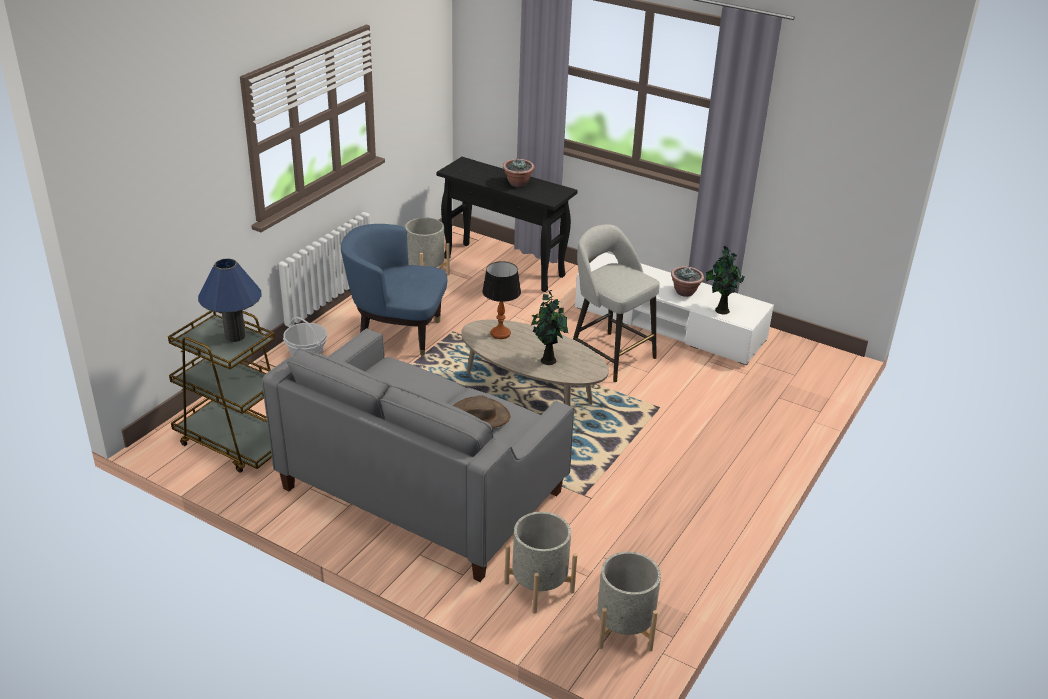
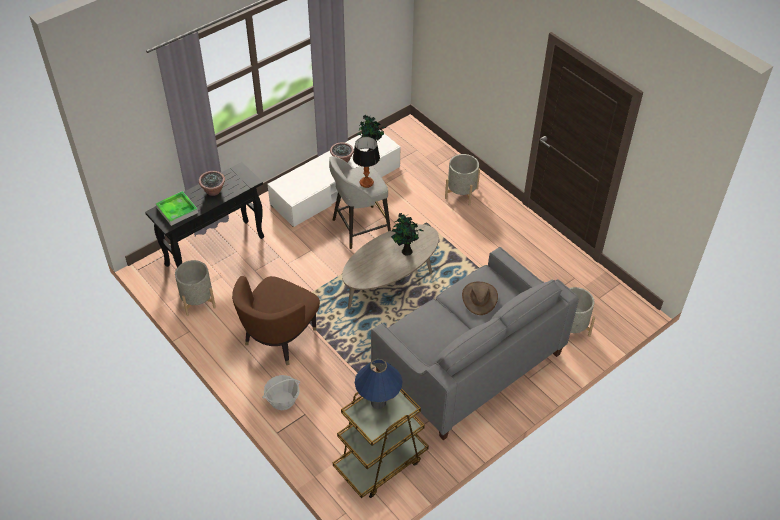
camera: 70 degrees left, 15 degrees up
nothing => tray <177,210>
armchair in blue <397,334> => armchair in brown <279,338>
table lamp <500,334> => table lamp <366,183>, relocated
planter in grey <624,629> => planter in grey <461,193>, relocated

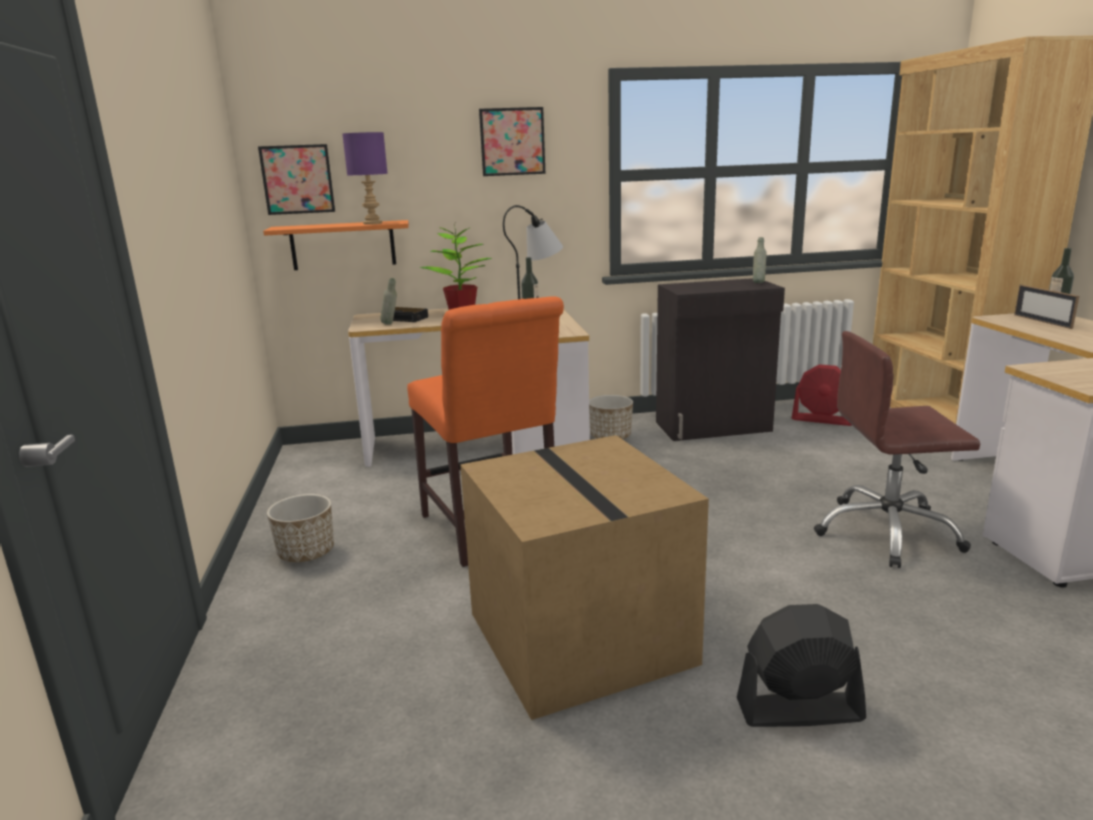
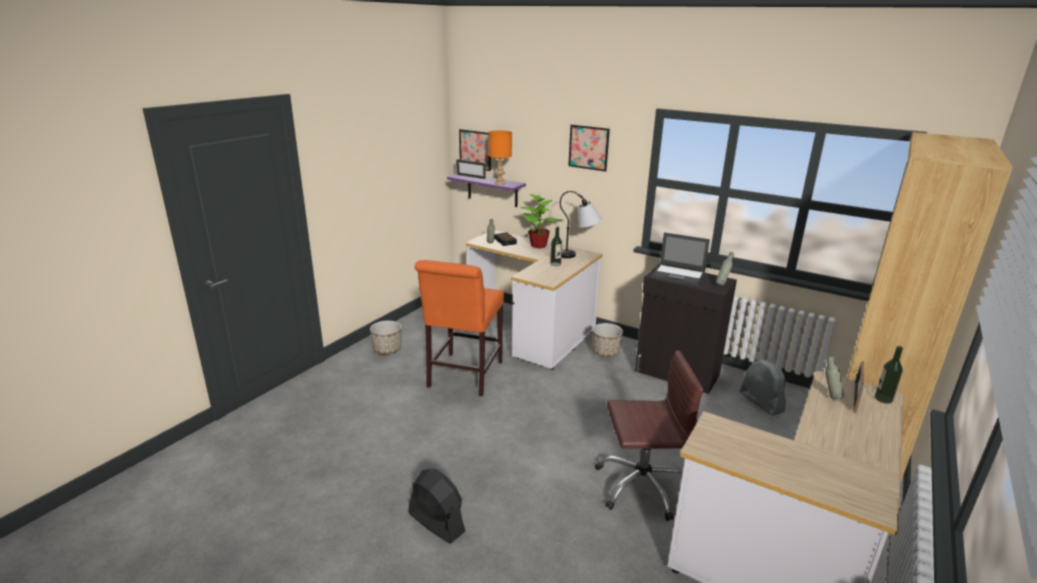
camera: 40 degrees right, 5 degrees up
shelf in orange <343,245> => shelf in purple <492,190>
nothing => picture frame <471,176>
table lamp in purple <373,223> => table lamp in orange <500,183>
office chair in brown <887,532> => office chair in brown <641,485>, 135 degrees clockwise
nothing => laptop <679,275>
fan in red <822,420> => fan in grey <761,402>
nothing => bottle in grey <829,397>
cardboard box <576,637> => nothing

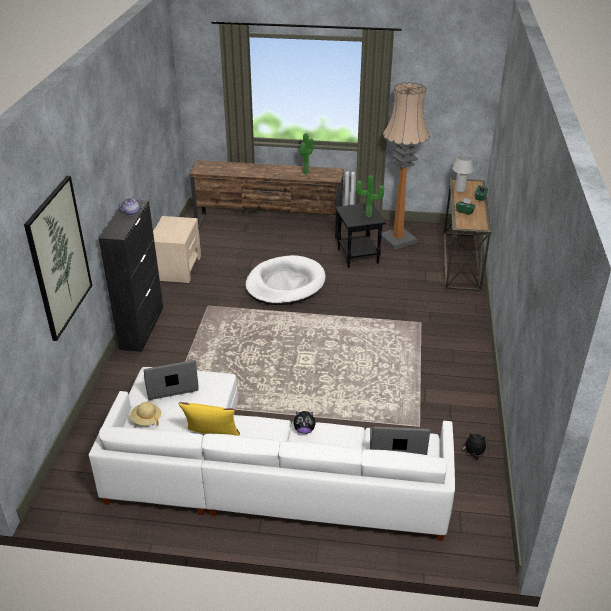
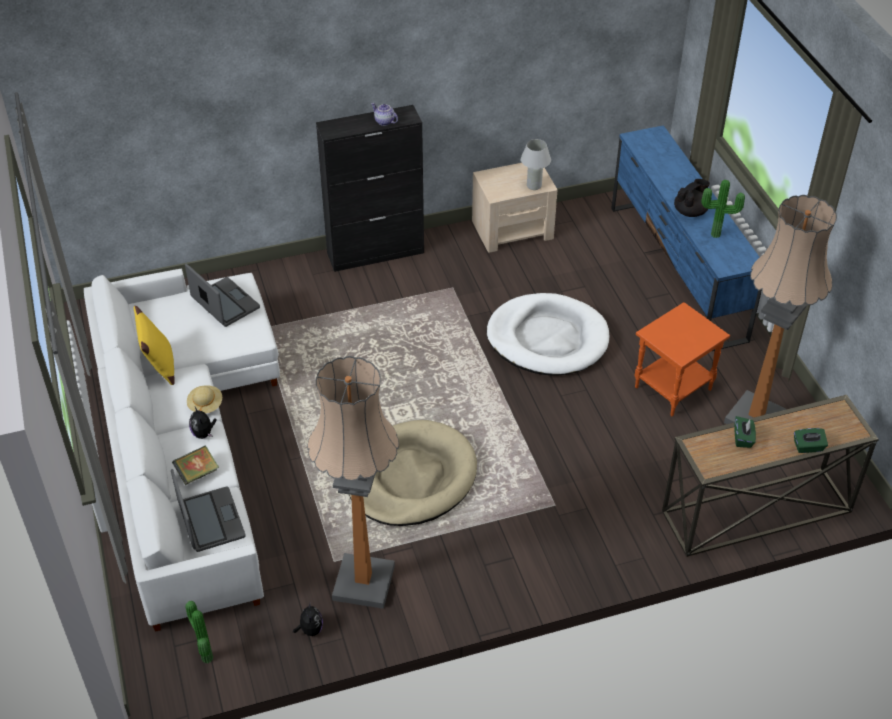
camera: 65 degrees right, 10 degrees up
nothing => book <197,473>
potted plant <368,216> => potted plant <205,659>, relocated
hat in beige <146,419> => hat in beige <205,405>, relocated
nothing => floor lamp <363,582>
nothing => dog bed in beige <411,478>
table lamp in white <460,190> => table lamp in white <534,186>, relocated
tv stand in brown <269,227> => tv stand in blue <676,272>
side table in black <358,256> => side table in orange <673,389>
nothing => teapot in black <690,212>
picture <59,258> => nothing

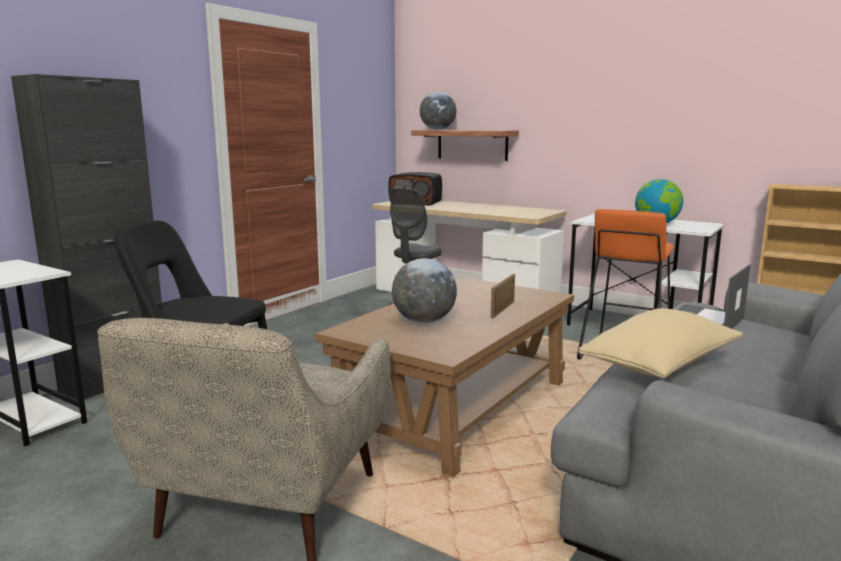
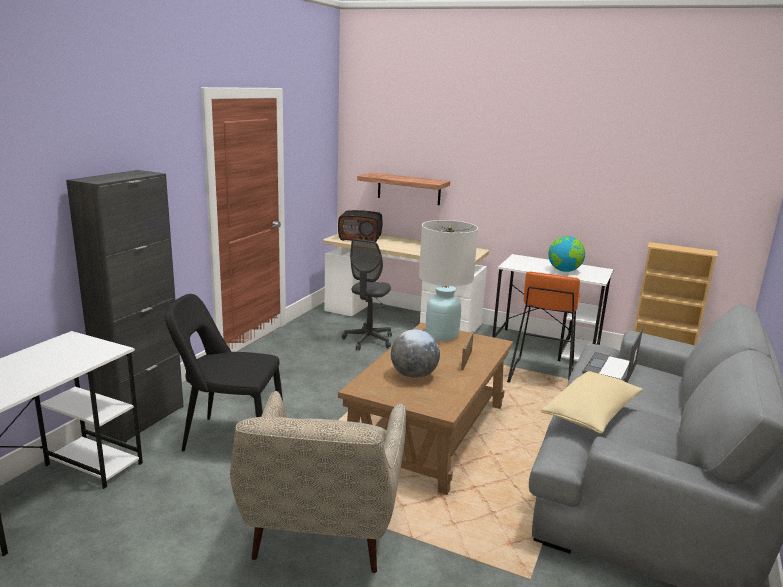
camera: 10 degrees left, 5 degrees up
nothing => table lamp in white <442,334>
globe <438,129> => nothing

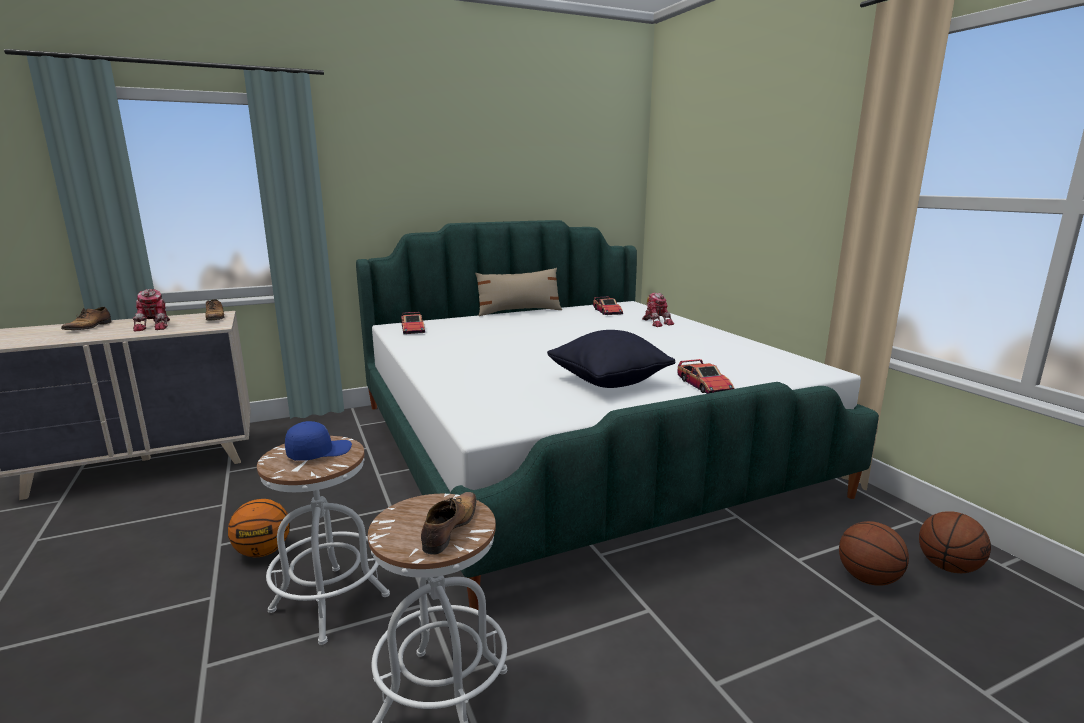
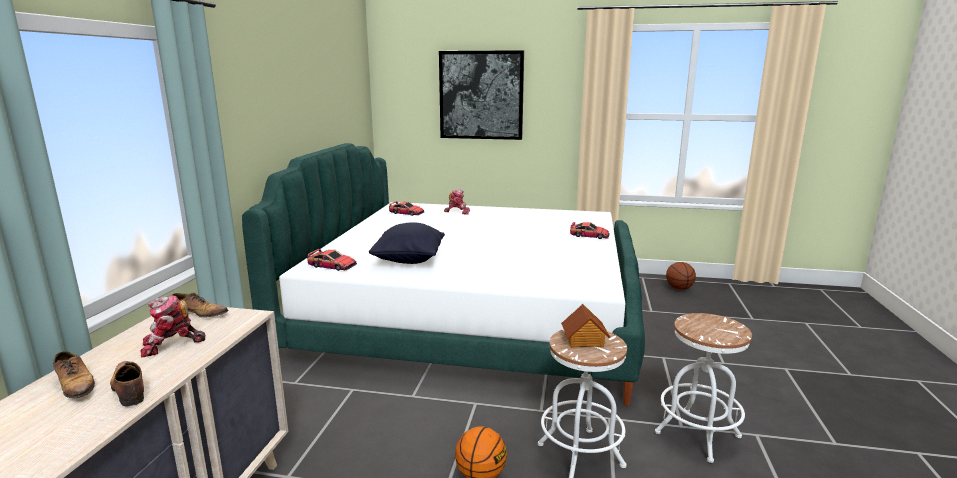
camera: 55 degrees left, 0 degrees up
shoe <449,529> => shoe <129,389>, relocated
toy robot <156,326> => toy robot <171,345>, 135 degrees clockwise
pillow in black <608,382> => pillow in black <409,260>, relocated
nothing => picture <481,95>
cap in blue <319,452> => toy house <584,340>
pillow in beige <519,311> => nothing
basketball <867,578> => nothing

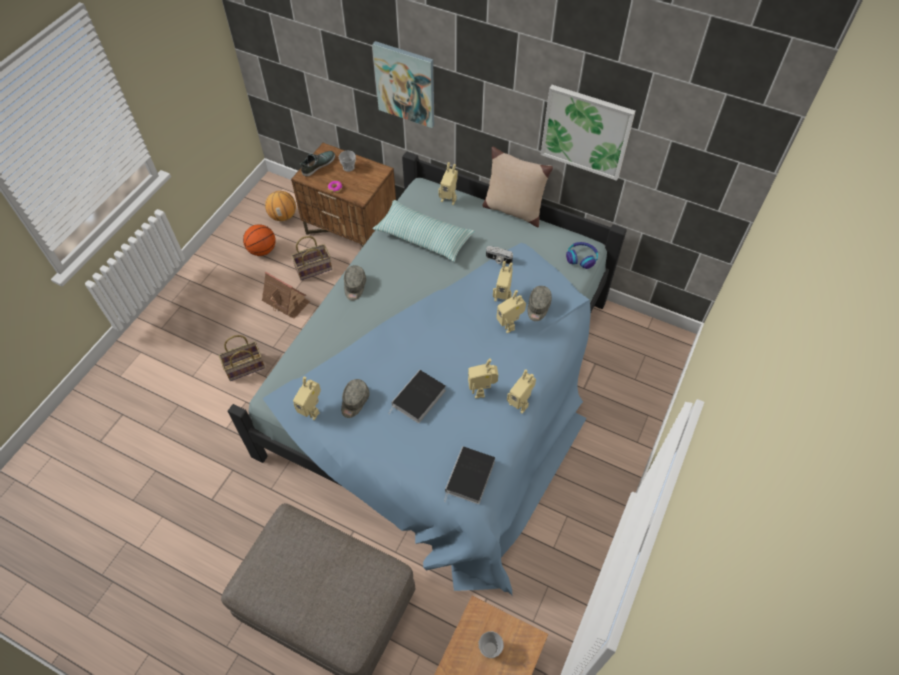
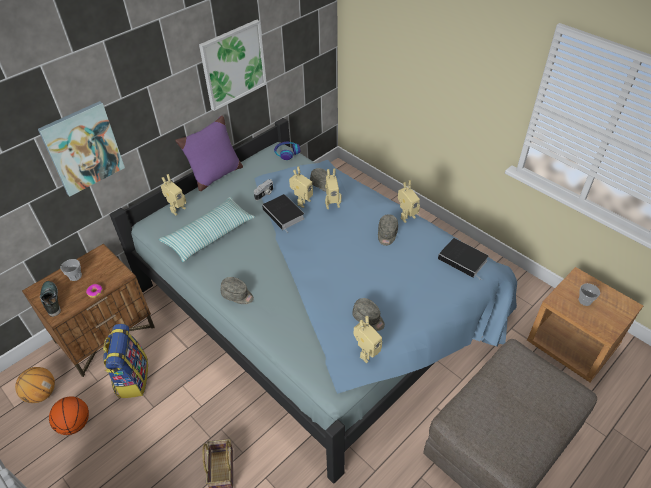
camera: 70 degrees left, 10 degrees down
basket <314,268> => backpack <132,378>
pillow in beige <513,210> => pillow in purple <215,176>
book <418,399> => book <284,214>, relocated
toy robot <482,390> => cap in grey <387,234>
toy house <286,301> => nothing

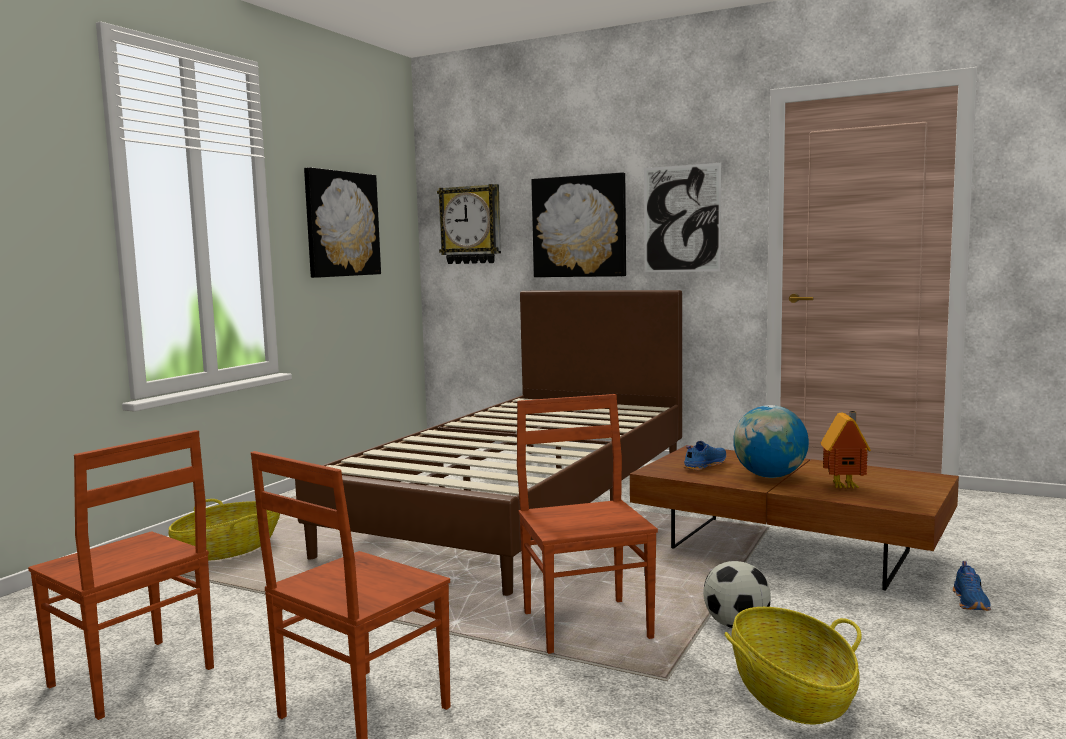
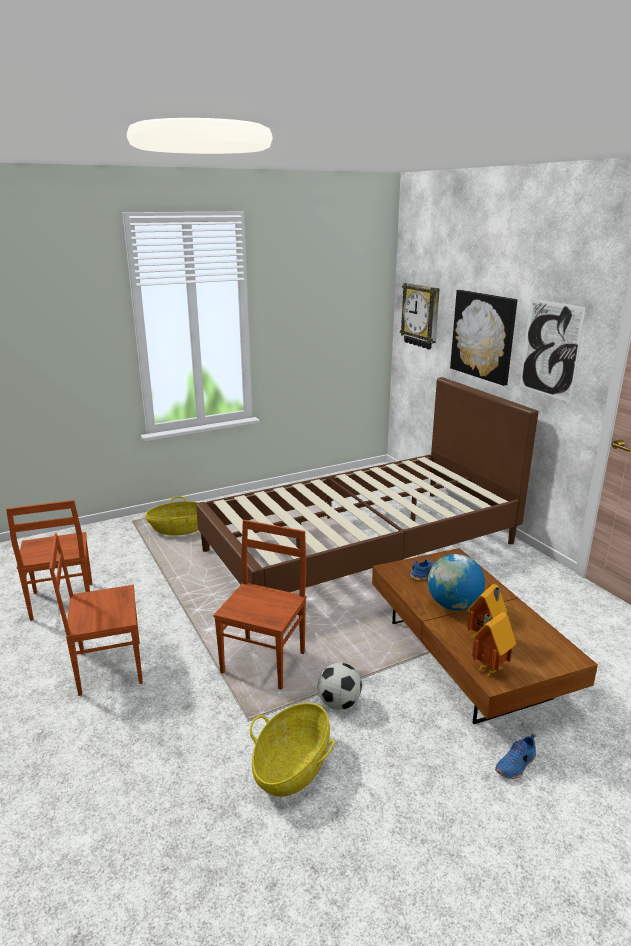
camera: 35 degrees right, 15 degrees up
nothing => toy house <487,669>
picture <341,224> => nothing

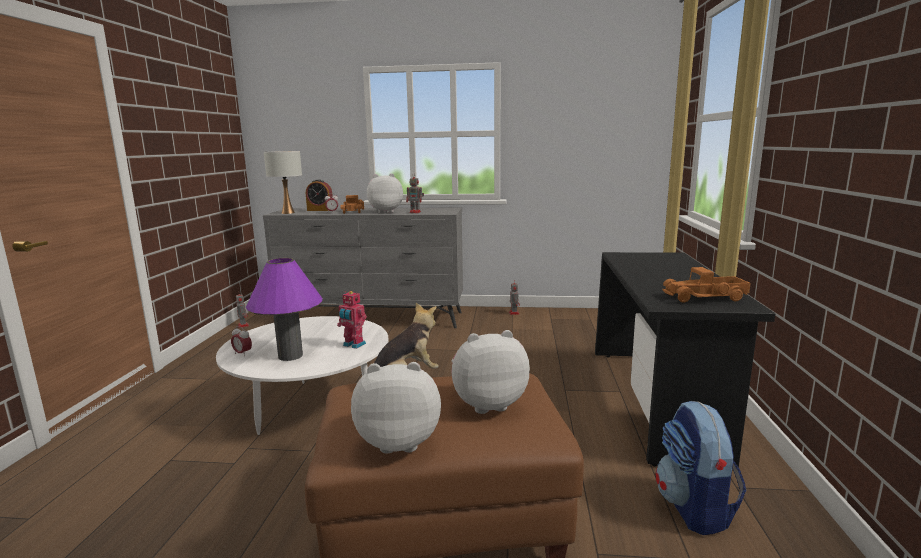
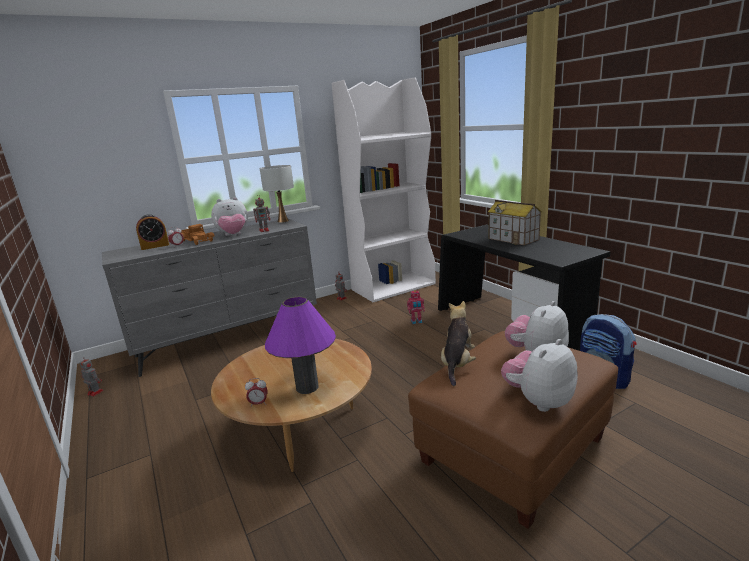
camera: 35 degrees left, 5 degrees up
plush toy <385,212> => plush toy <233,235>, 150 degrees counterclockwise
coffee table in white <312,407> => coffee table in brown <301,429>
table lamp in white <288,213> => table lamp in white <283,221>, relocated
nothing => bookcase in white <393,286>
toy robot <353,345> => toy robot <416,322>, relocated
nothing => toy house <513,239>
toy truck <705,297> => nothing

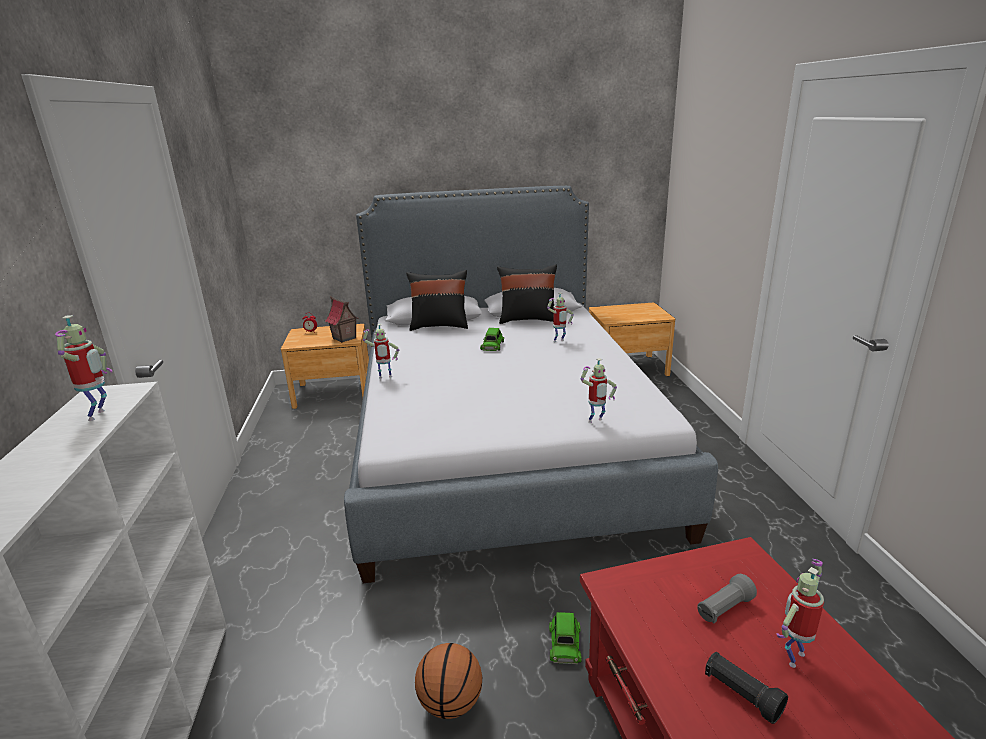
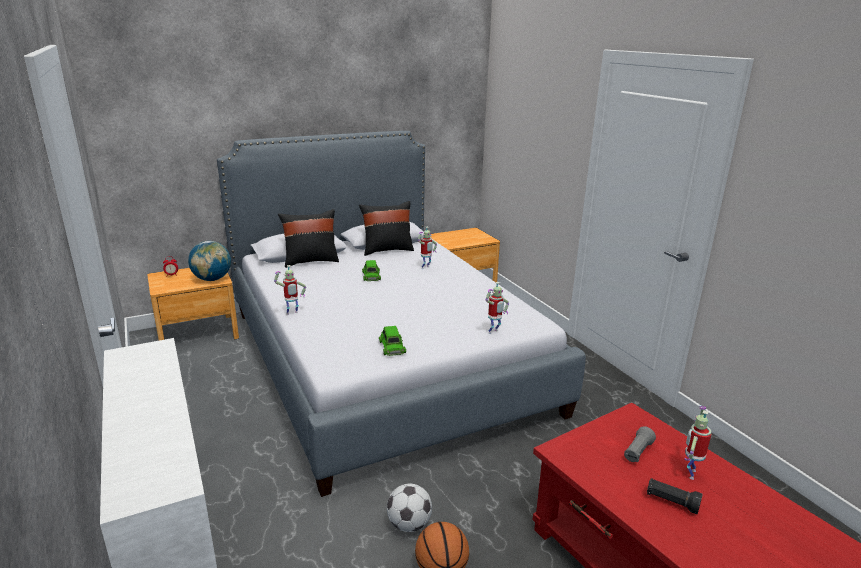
camera: 20 degrees left, 0 degrees up
toy house <344,338> => globe <212,279>
toy car in green <564,643> => toy car in green <392,347>, relocated
nothing => football <409,524>
toy robot <100,415> => nothing

